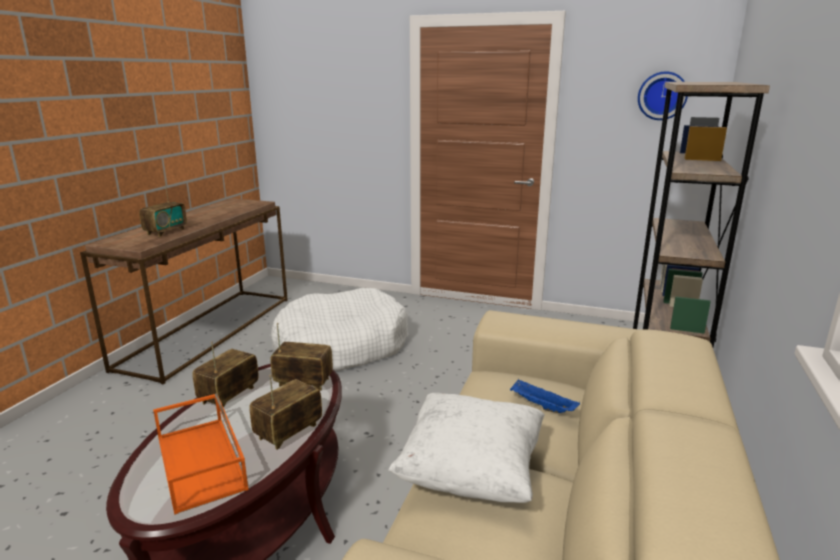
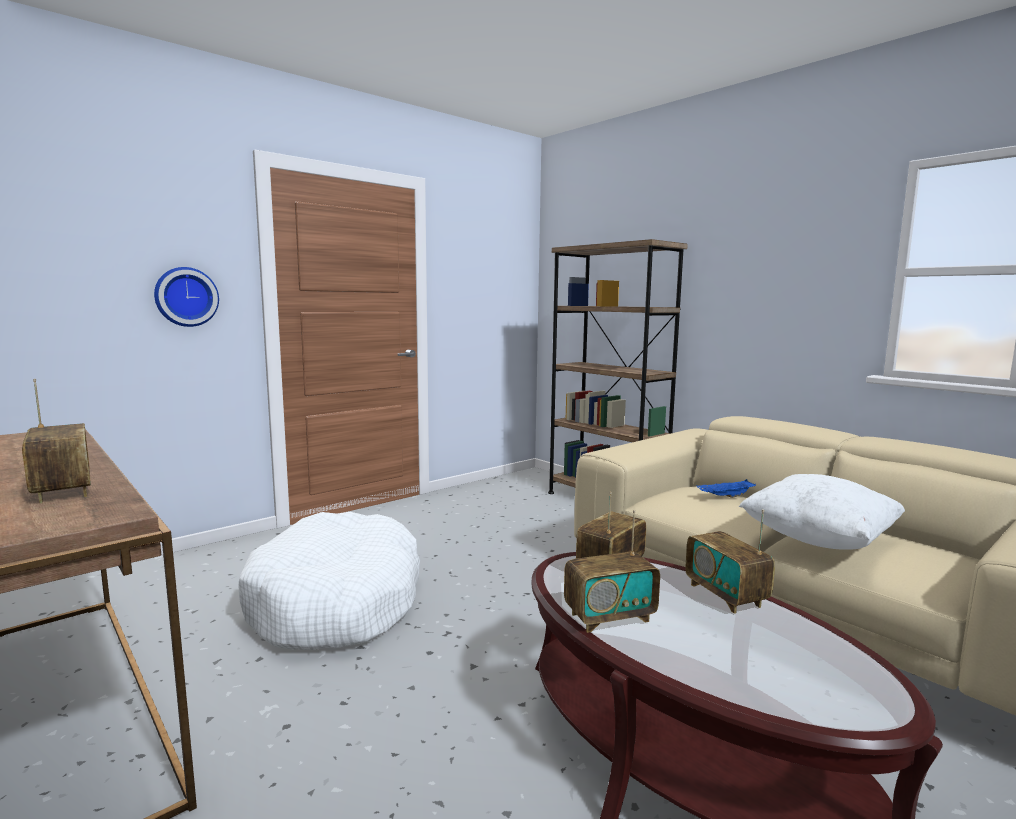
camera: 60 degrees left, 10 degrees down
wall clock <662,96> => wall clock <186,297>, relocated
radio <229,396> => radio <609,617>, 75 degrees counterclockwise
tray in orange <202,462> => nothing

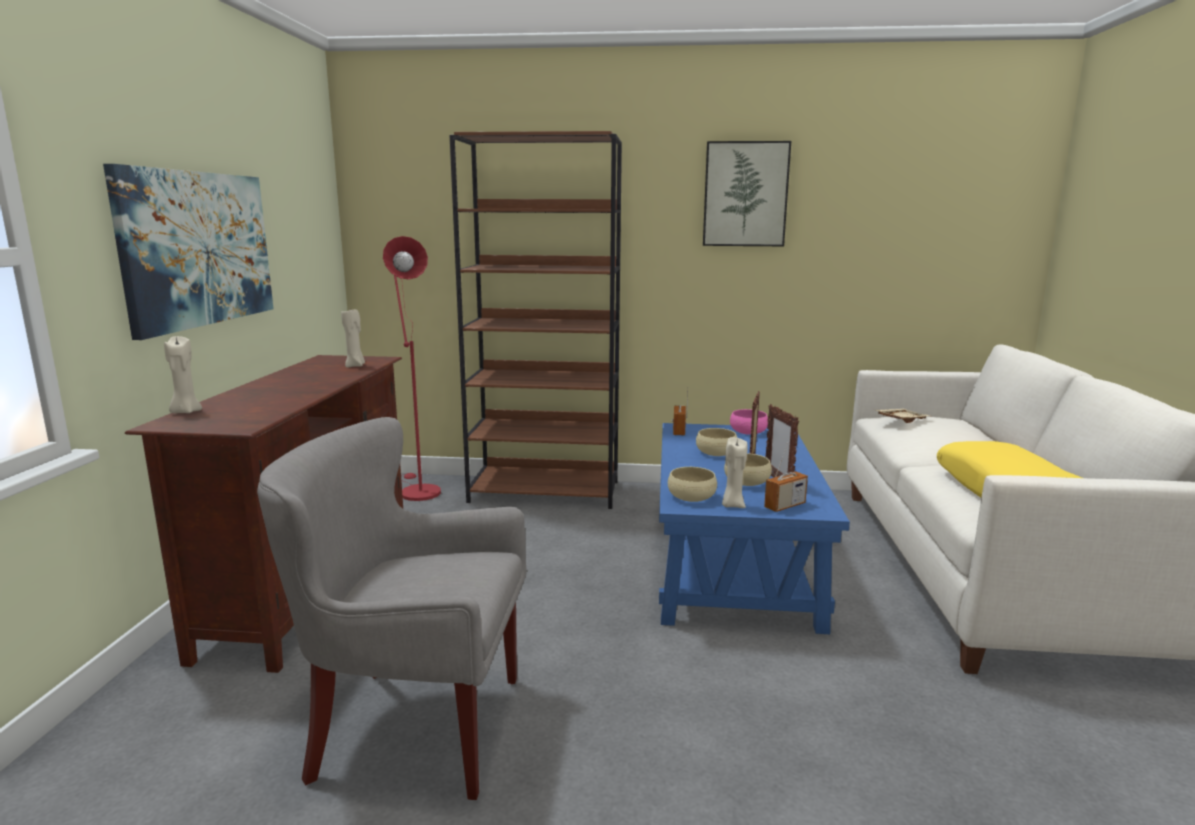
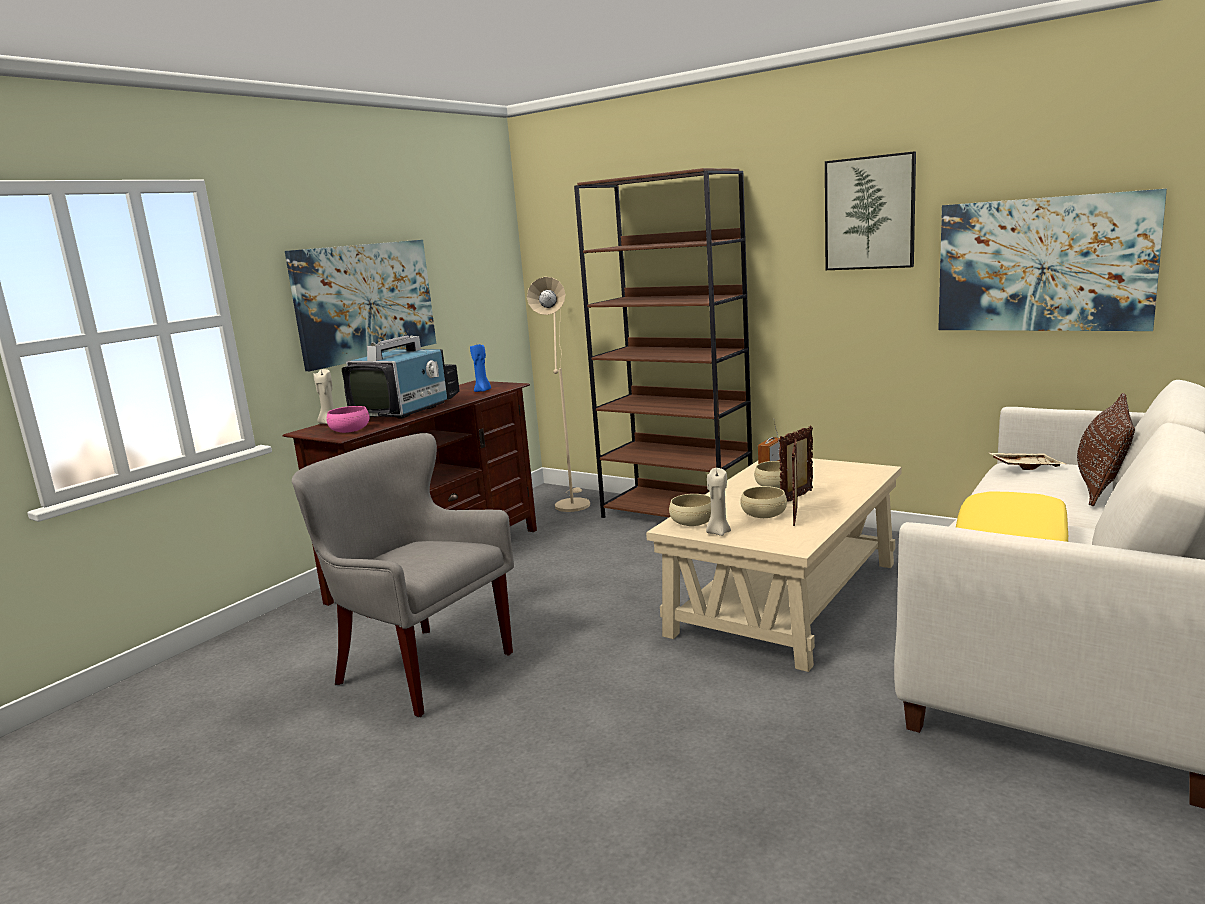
camera: 30 degrees right, 0 degrees up
bowl in pink <748,431> => bowl in pink <349,430>, relocated
nothing => television <408,410>
candle in beige <355,366> => candle in blue <483,391>
floor lamp in red <417,491> => floor lamp in beige <571,503>
coffee table in blue <733,563> => coffee table in beige <786,598>
nothing => picture <1043,264>
nothing => pillow in brown <1102,484>
radio <785,506> => nothing

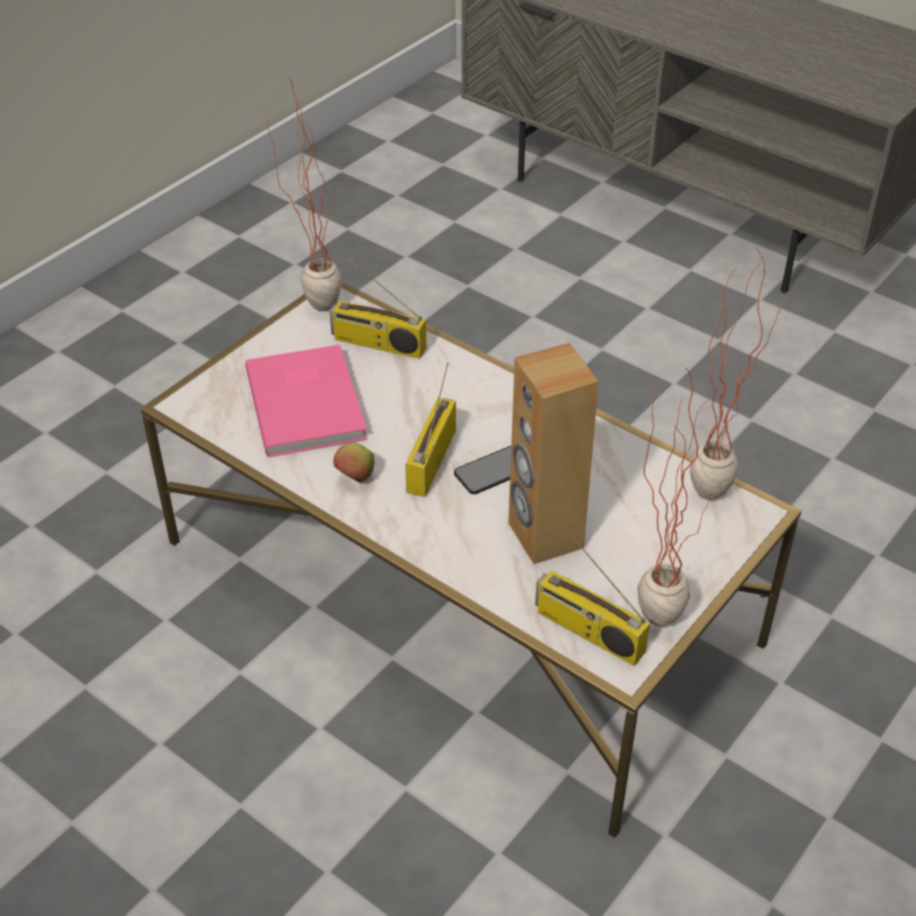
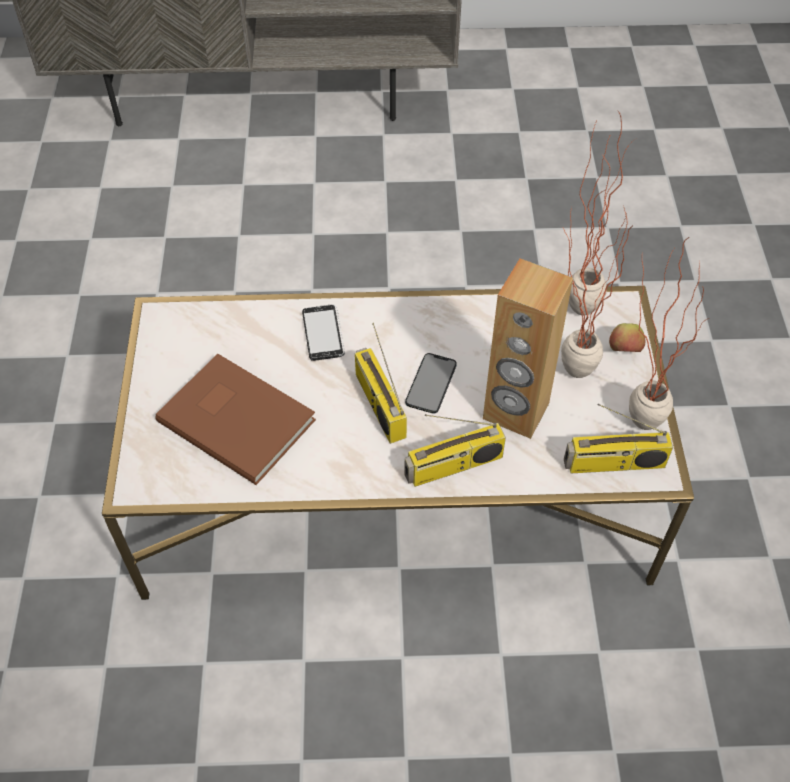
camera: 40 degrees left, 10 degrees up
book in pink <308,402> => book in brown <237,417>
nothing => phone <323,334>
radio <377,344> => radio <453,467>, relocated
potted plant <315,300> => potted plant <564,369>, relocated
apple <355,477> => apple <624,351>, relocated

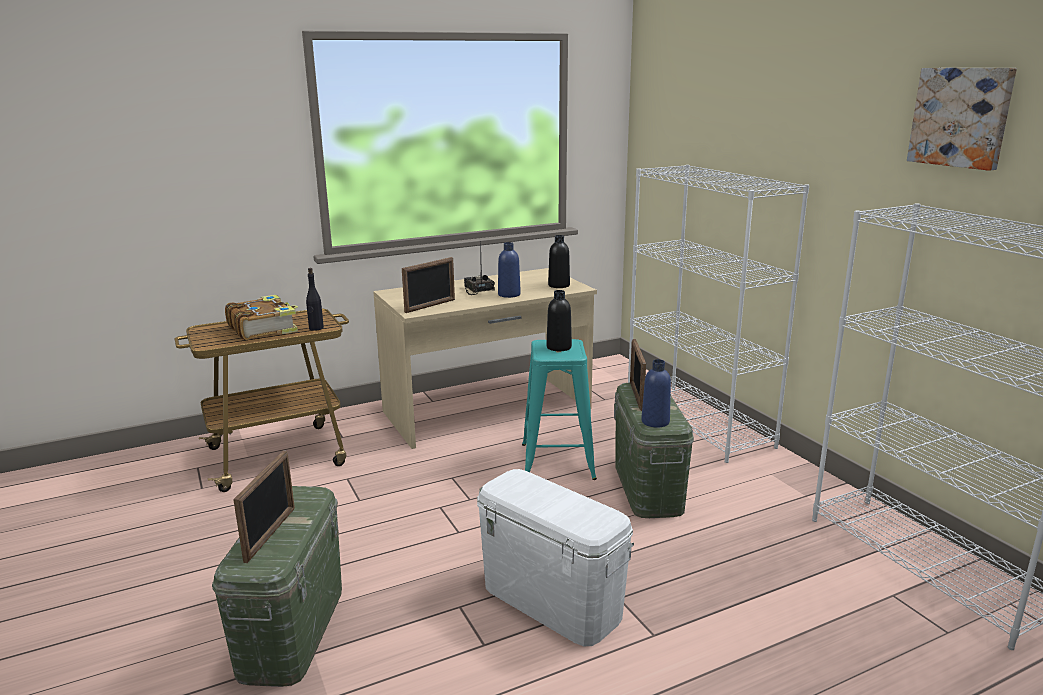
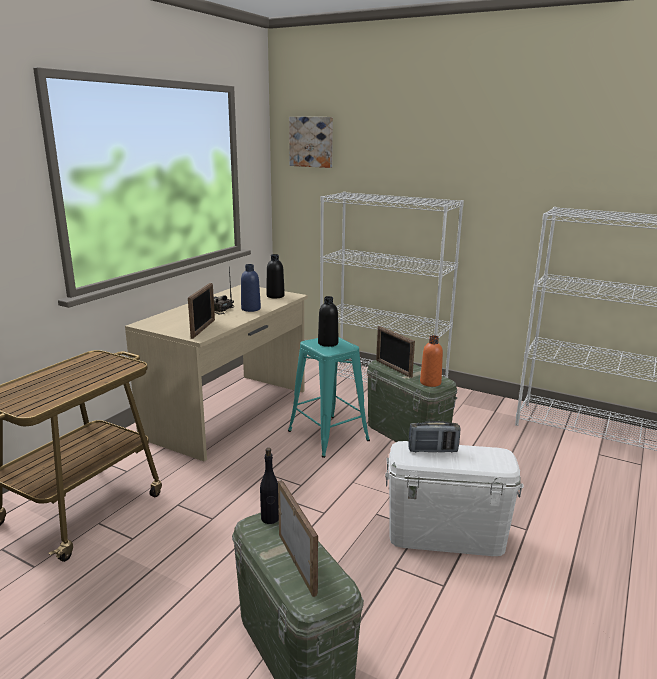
camera: 35 degrees left, 0 degrees up
bottle in black <316,328> => bottle in black <270,518>, relocated
picture <961,117> => picture <312,142>, relocated
nothing => radio <432,450>
bottle in blue <655,422> => bottle in orange <430,382>
book <263,328> => nothing

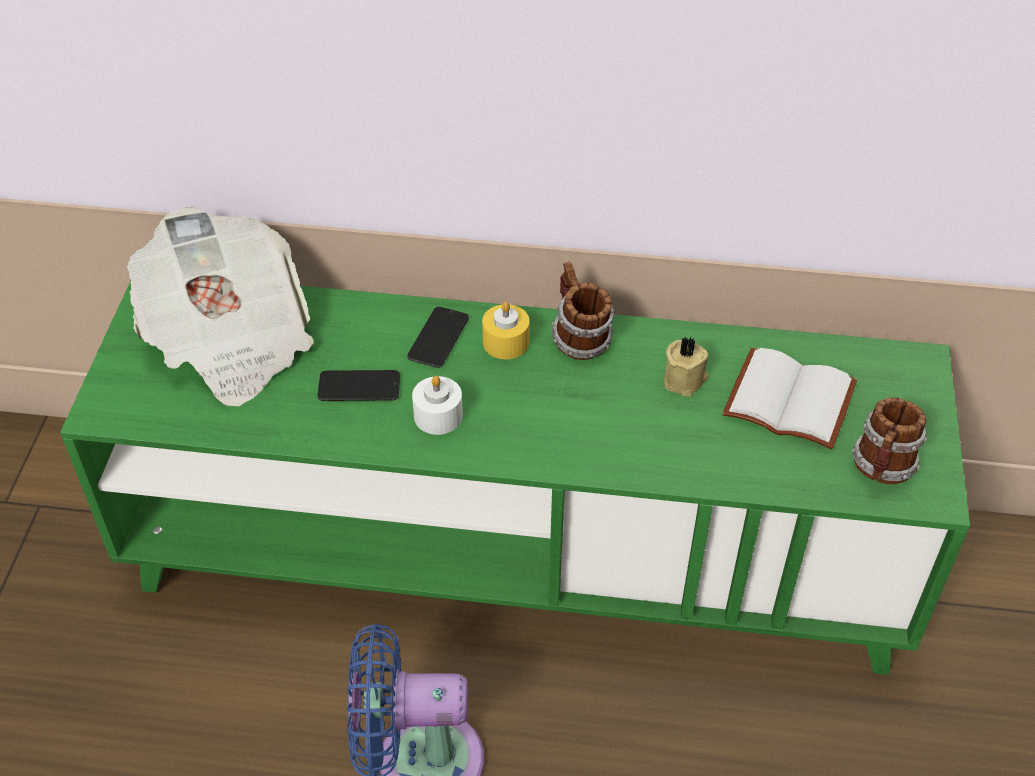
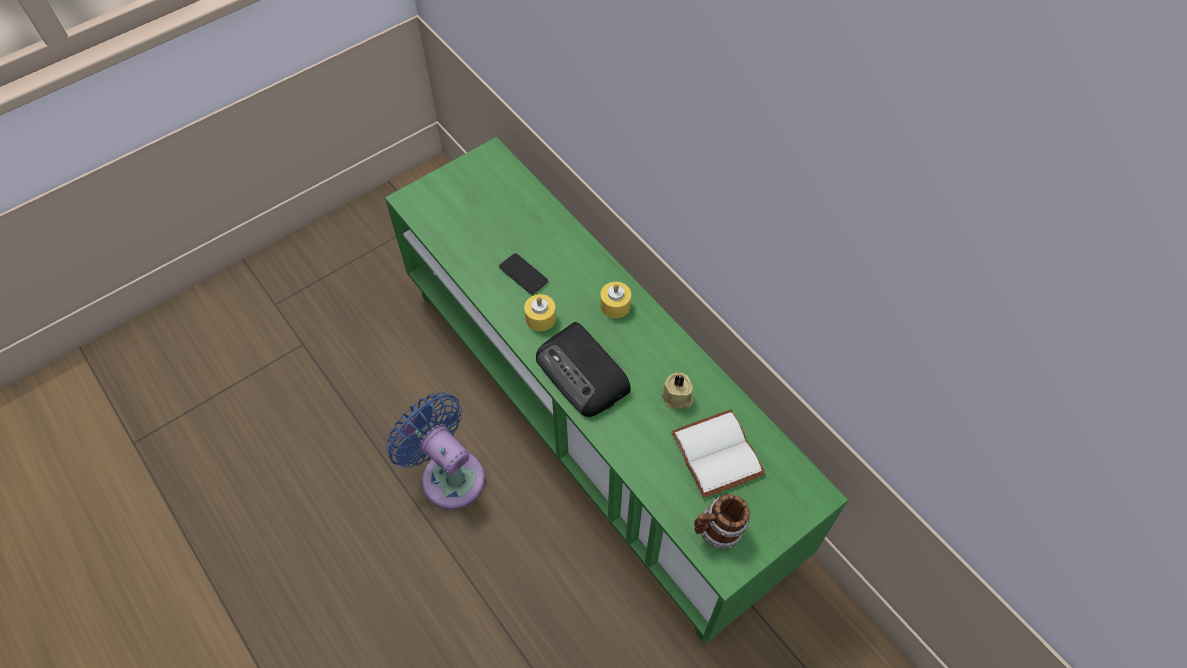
camera: 45 degrees right, 10 degrees up
candle in white <438,416> => candle in yellow <540,318>
nothing => radio <583,374>
newspaper <229,339> => nothing
phone <438,338> => nothing
mug <579,339> => nothing

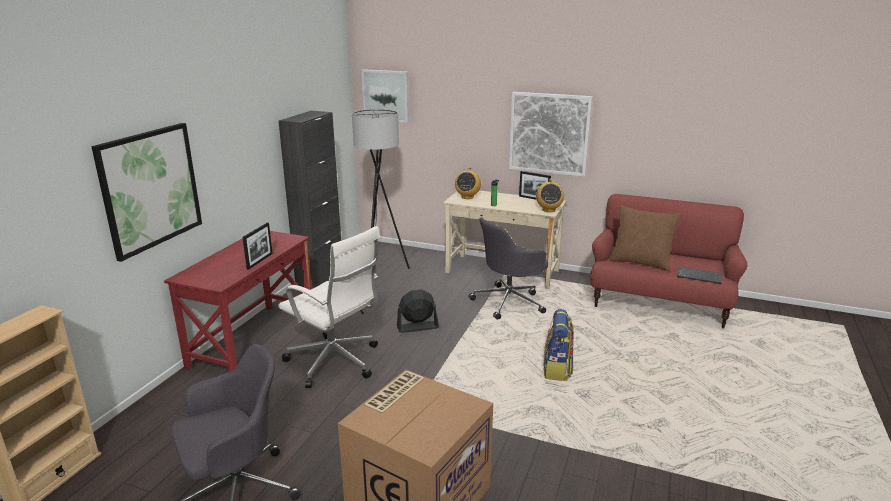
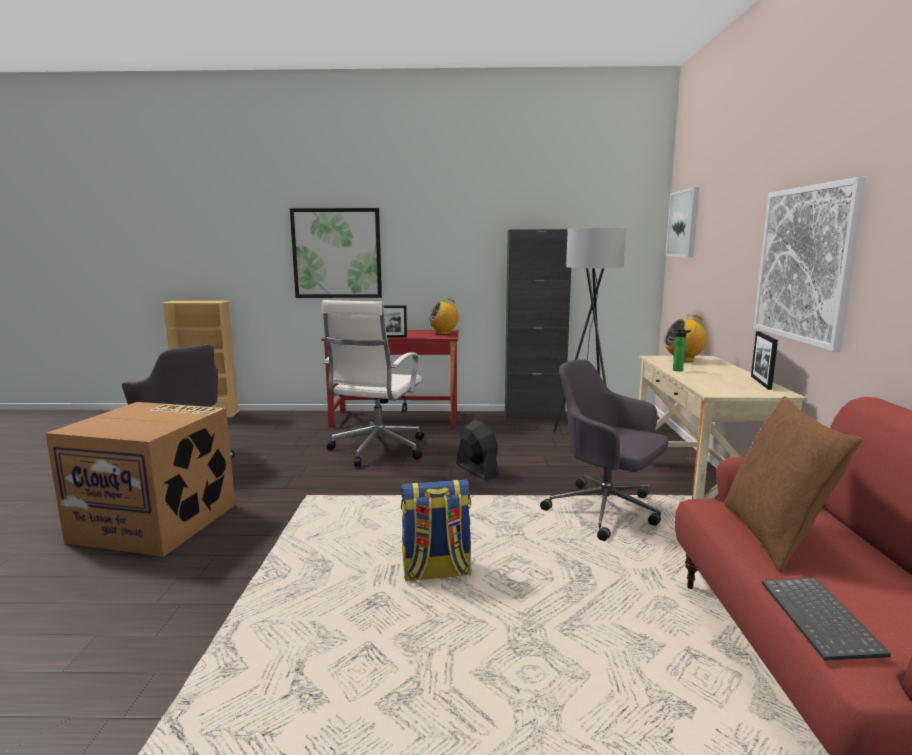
camera: 70 degrees right, 10 degrees down
radio <549,210> => radio <443,333>, relocated

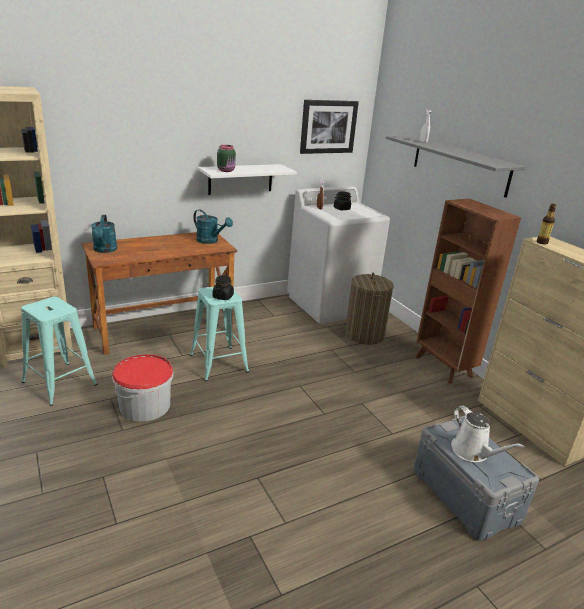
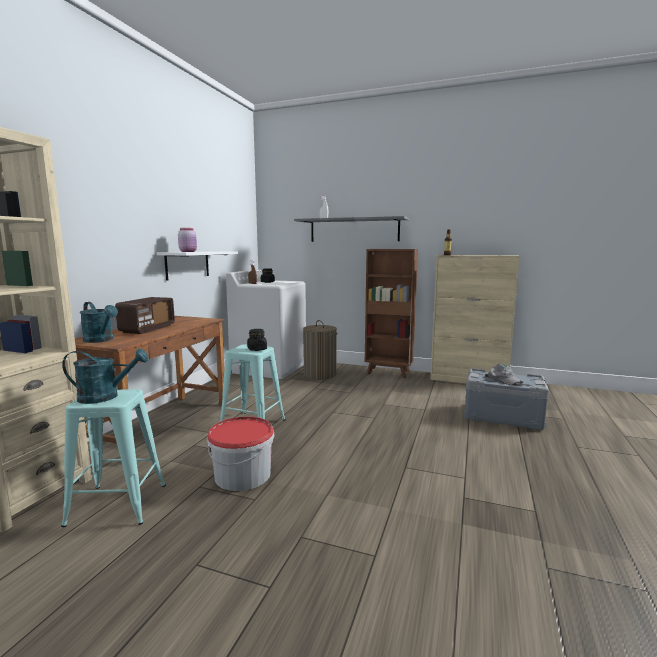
camera: 40 degrees left, 15 degrees down
watering can in turquoise <210,241> => watering can in turquoise <106,397>, relocated
nothing => radio <147,329>
jar in green <226,170> => jar in pink <188,251>
watering can in white <472,452> => cap in grey <504,379>
picture <328,127> => nothing

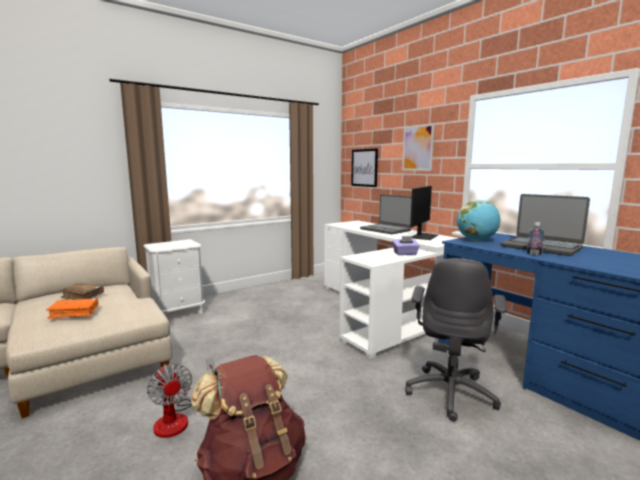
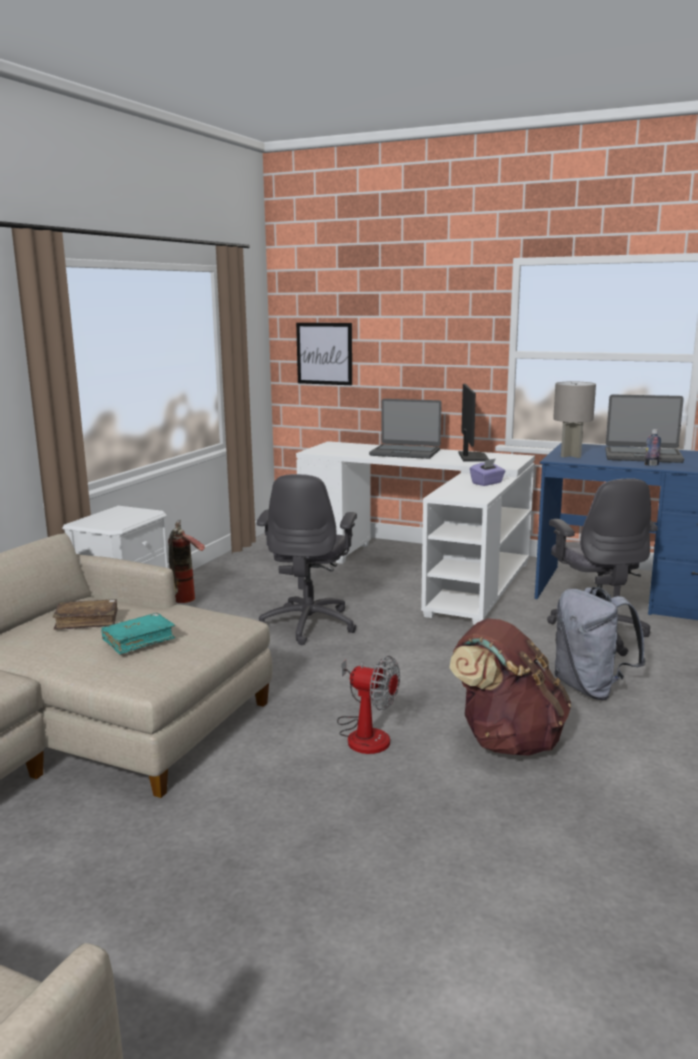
camera: 30 degrees left, 5 degrees up
book in orange <74,313> => book in turquoise <139,640>
nothing => fire extinguisher <184,602>
nothing => office chair in grey <309,624>
globe <476,240> => table lamp in grey <571,455>
nothing => backpack in grey <591,688>
picture <417,148> => nothing

